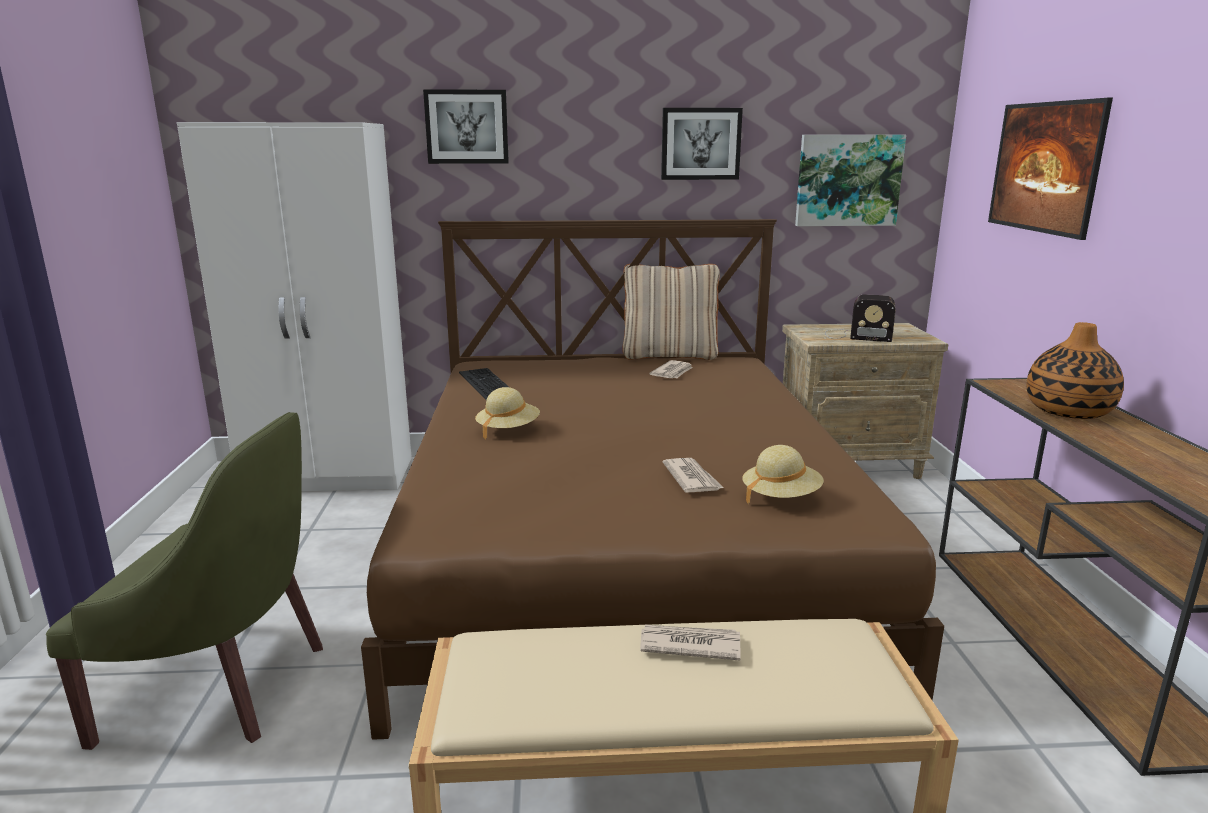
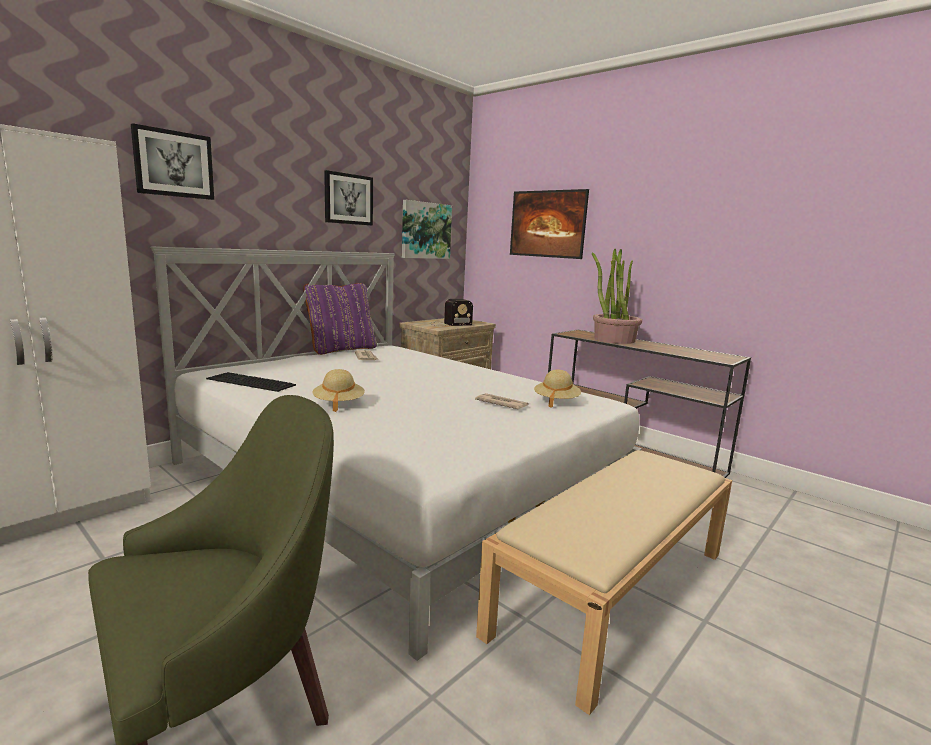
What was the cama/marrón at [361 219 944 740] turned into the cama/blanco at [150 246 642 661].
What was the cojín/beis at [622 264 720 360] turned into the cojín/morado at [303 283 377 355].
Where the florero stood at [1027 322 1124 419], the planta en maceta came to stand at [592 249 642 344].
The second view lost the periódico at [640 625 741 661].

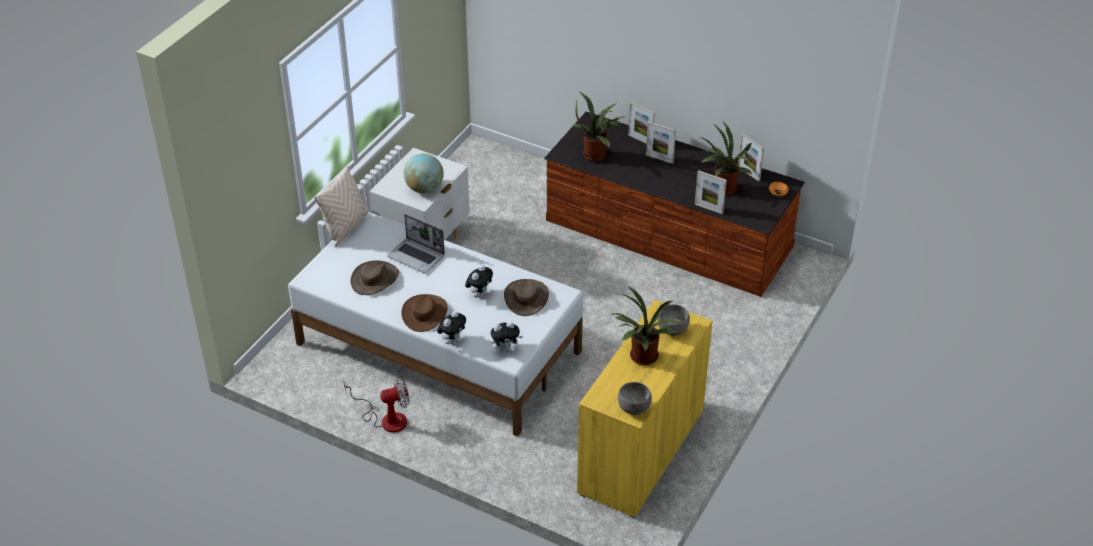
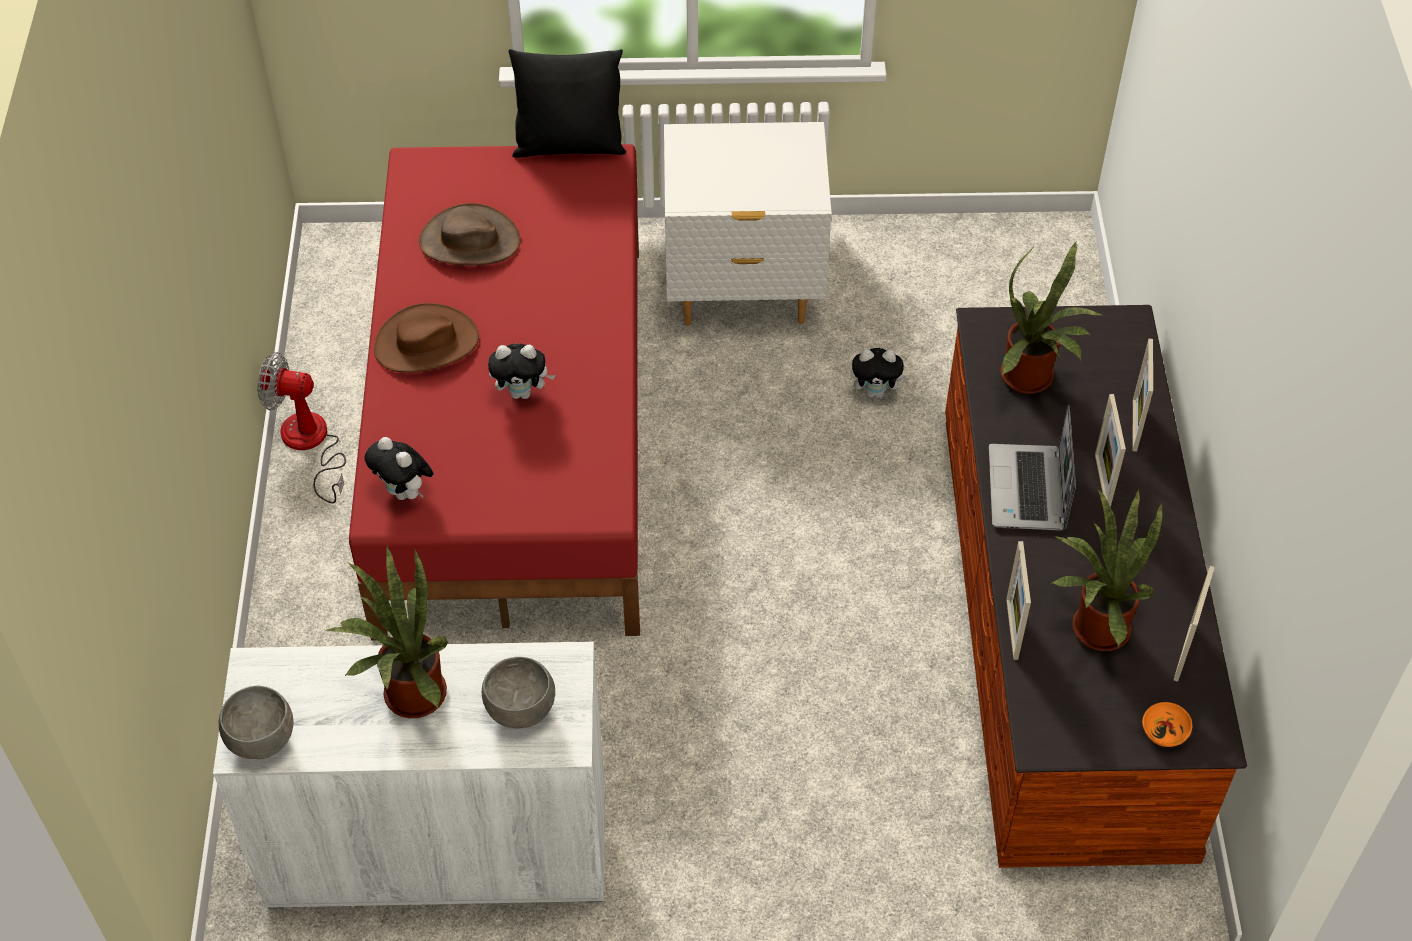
The second view lost the globo terráqueo at [404 154 444 194].
What was the cojín/beis at [314 166 369 247] turned into the cojín/negro at [509 49 626 158].
What was the cama/blanco at [288 212 583 437] turned into the cama/rojo at [349 144 640 641].
The portátil ended up elsewhere, having gone from [387 214 445 273] to [989 405 1076 531].
The second view lost the sombrero/marrón at [504 279 549 316].
What was the armario/amarillo at [577 299 713 518] turned into the armario/blanco at [213 642 605 908].
The peluche ended up elsewhere, having gone from [437 311 466 345] to [851 348 909 398].
The ventilador at [344 377 410 433] ended up facing another way, 150 degrees clockwise from before.

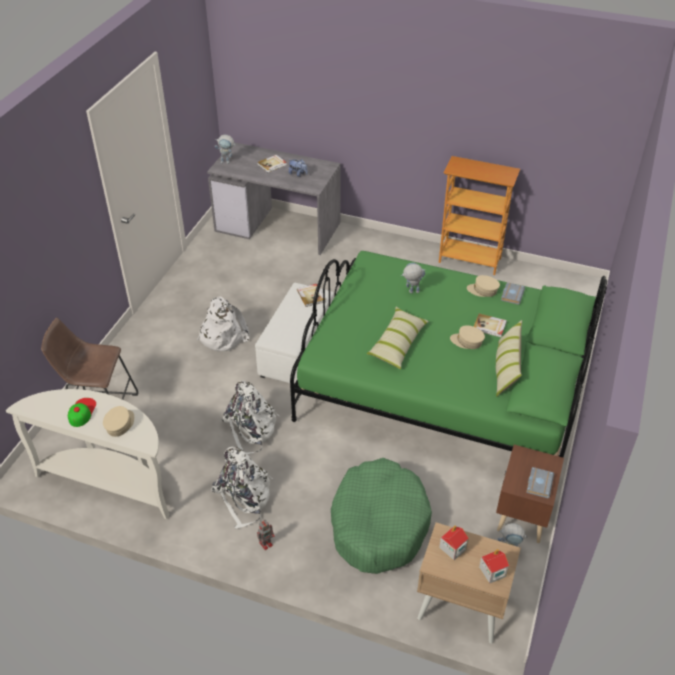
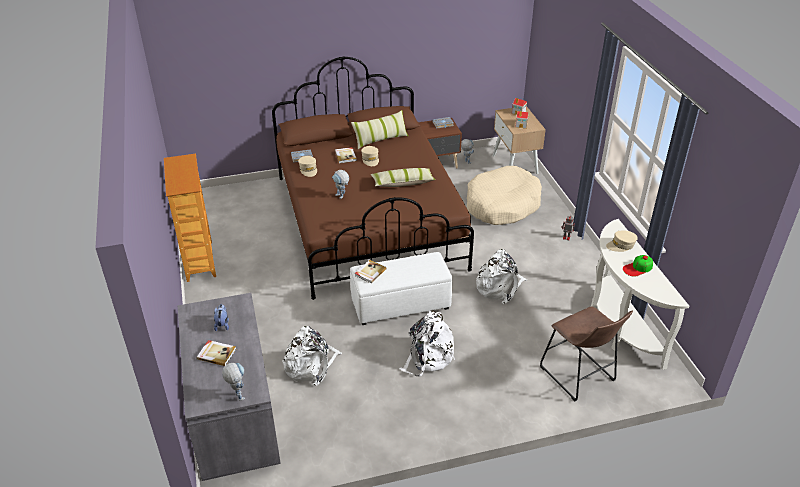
What was the cama/verde at [290 251 607 458] turned into the cama/marrón at [272 57 474 300].
The mochila/blanco ended up elsewhere, having gone from [212 447 273 529] to [282 326 342 386].
What was the cama para perro/verde at [331 458 432 574] turned into the cama para perro/beis at [467 166 542 225].

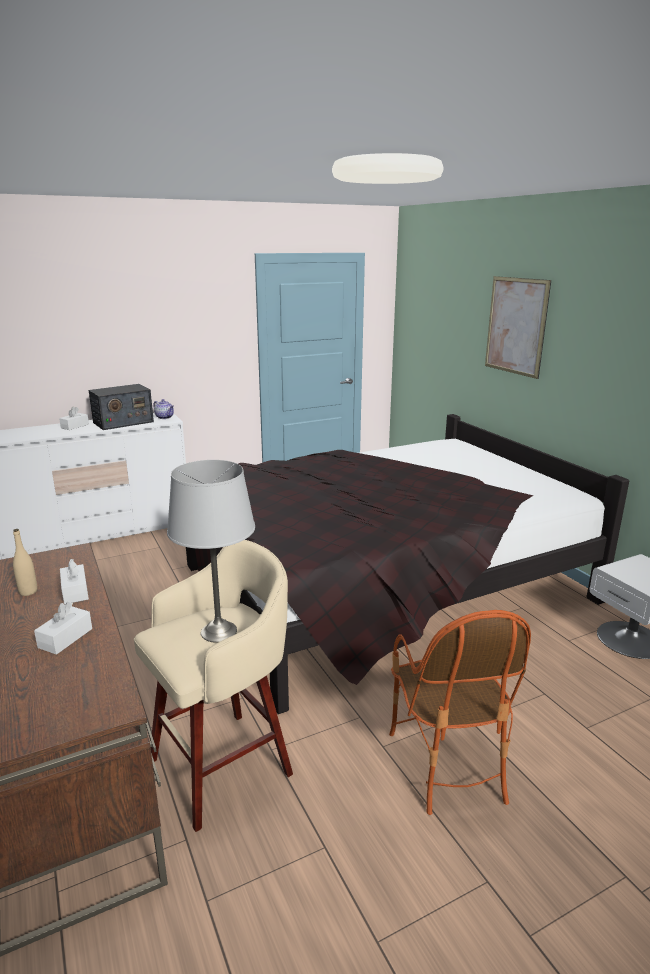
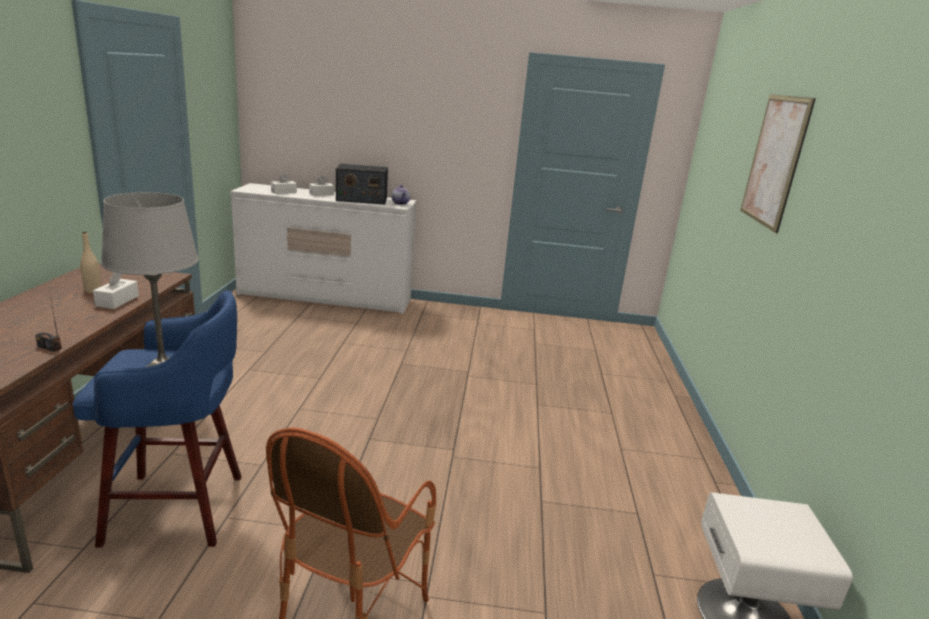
The second view lost the cama/negro at [186 414 629 714].
What was the taburete/beis at [134 540 293 832] turned into the taburete/azul at [73 290 241 547].
The caja de pañuelos/blanco ended up elsewhere, having gone from [34 602 92 655] to [271 173 297 194].
The second view gained the radio at [35 290 62 352].

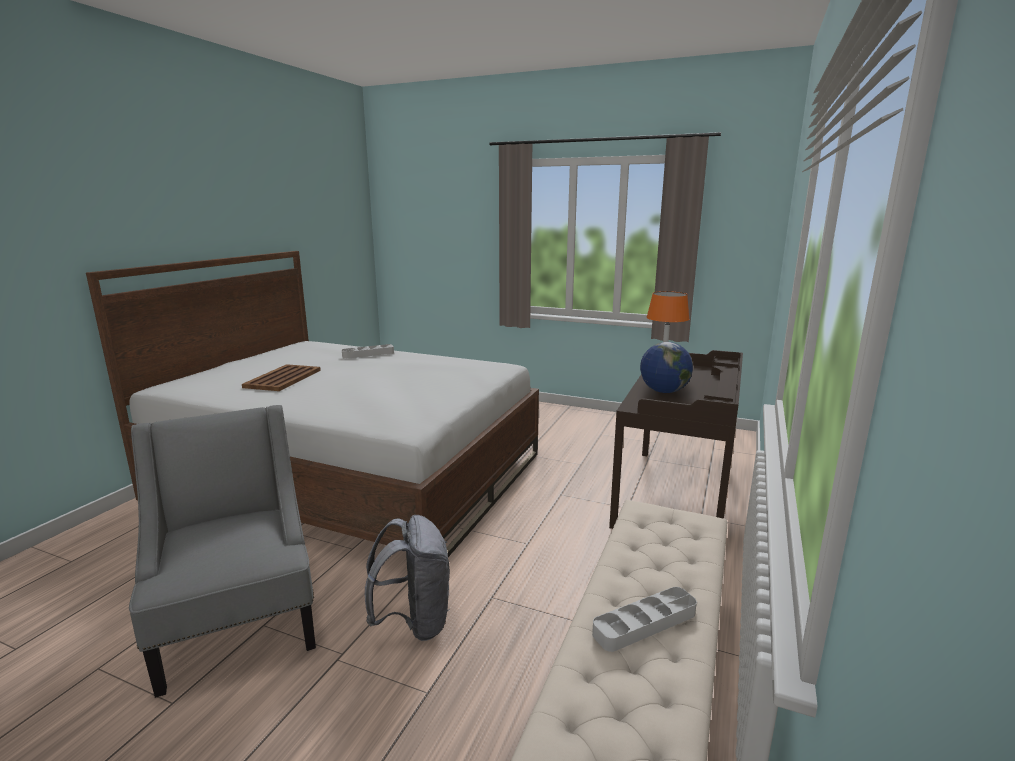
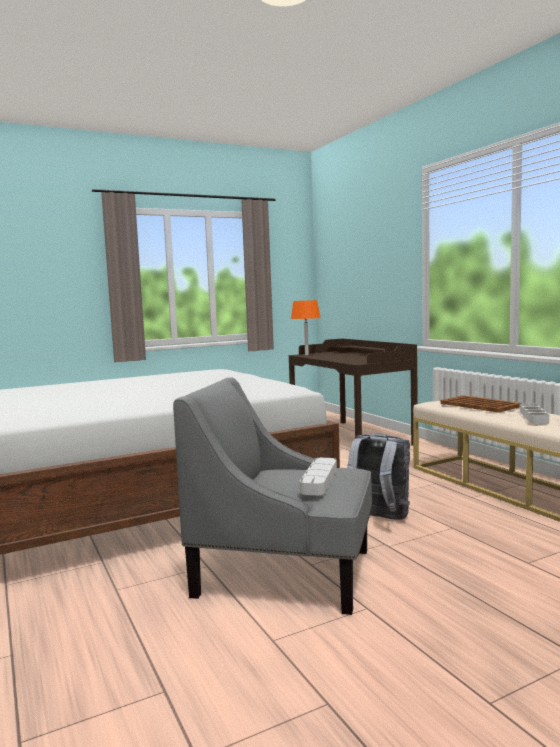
The second view lost the globo terráqueo at [640 342 693 393].
The bandeja/gris ended up elsewhere, having gone from [342 344 394 359] to [300 458 337 495].
The bandeja/marrón ended up elsewhere, having gone from [242 364 321 391] to [441 395 522 413].

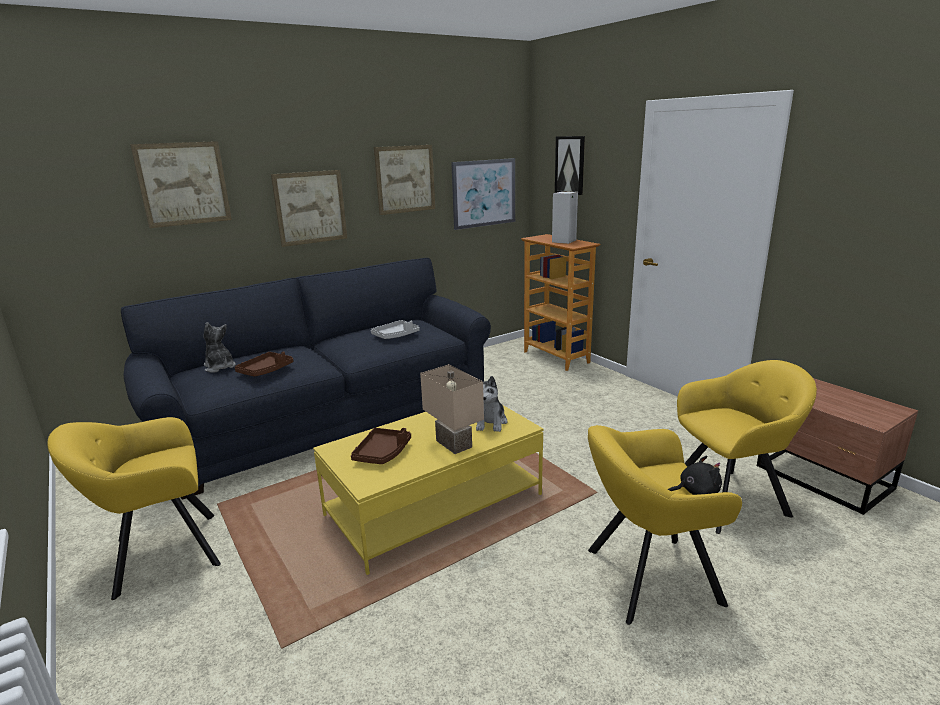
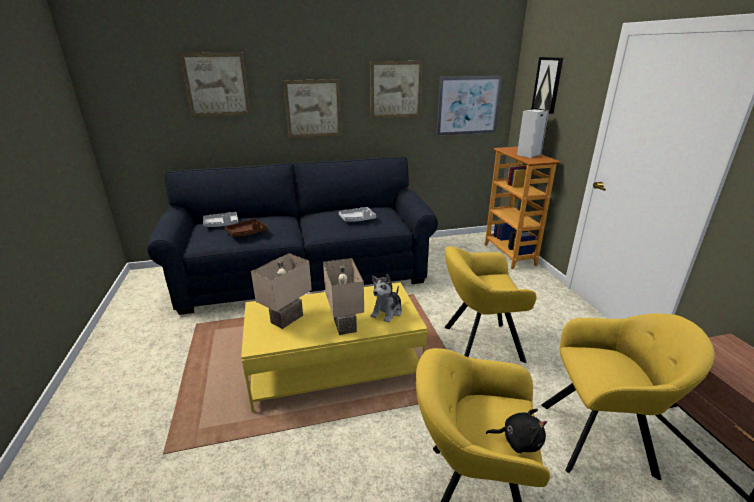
Where the peluche stood at [203 322 236 373], the bandeja/gris came to stand at [203 212 239 227].
The sillón/amarillo ended up elsewhere, having gone from [47 417 221 600] to [445 246 537 363].
Where the bandeja/marrón stood at [351 428 411 464], the lámpara de mesa/beis came to stand at [251 253 312 329].

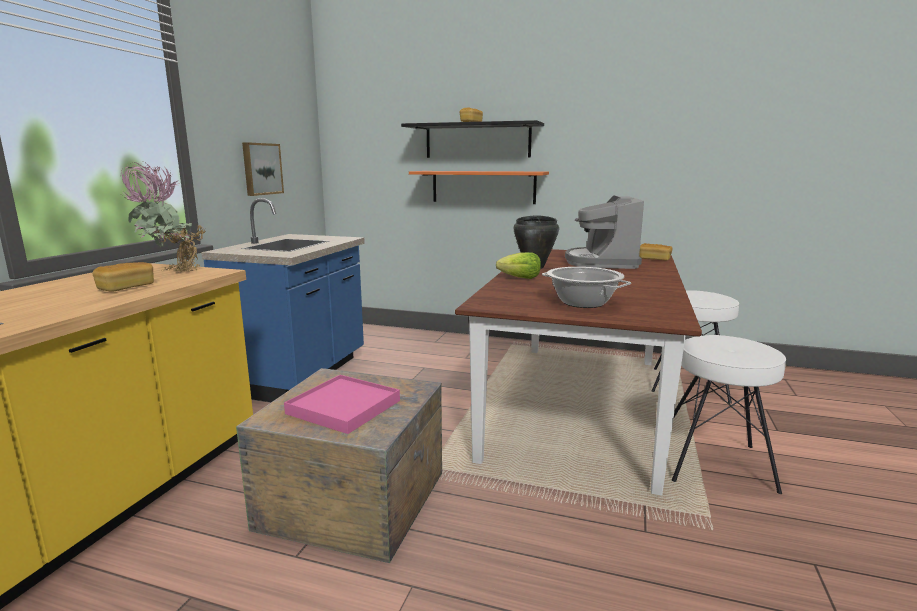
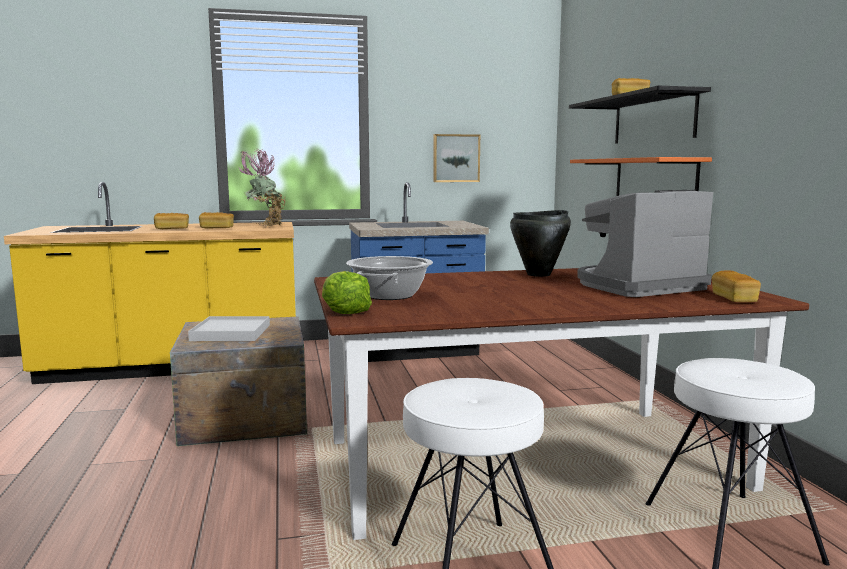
The lechuga ended up elsewhere, having gone from [496 252 541 279] to [322 271 372 314].
What was the bandeja/rosa at [284 375 400 434] turned into the bandeja/blanco at [188 316 270 341].
The second view gained the pan at [154 213 189 229].

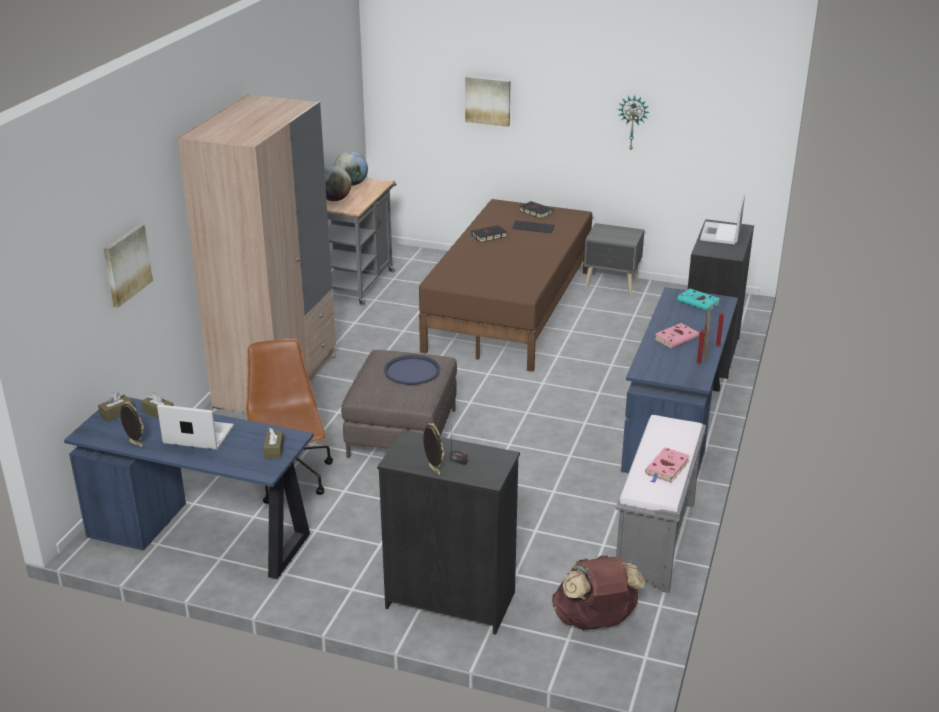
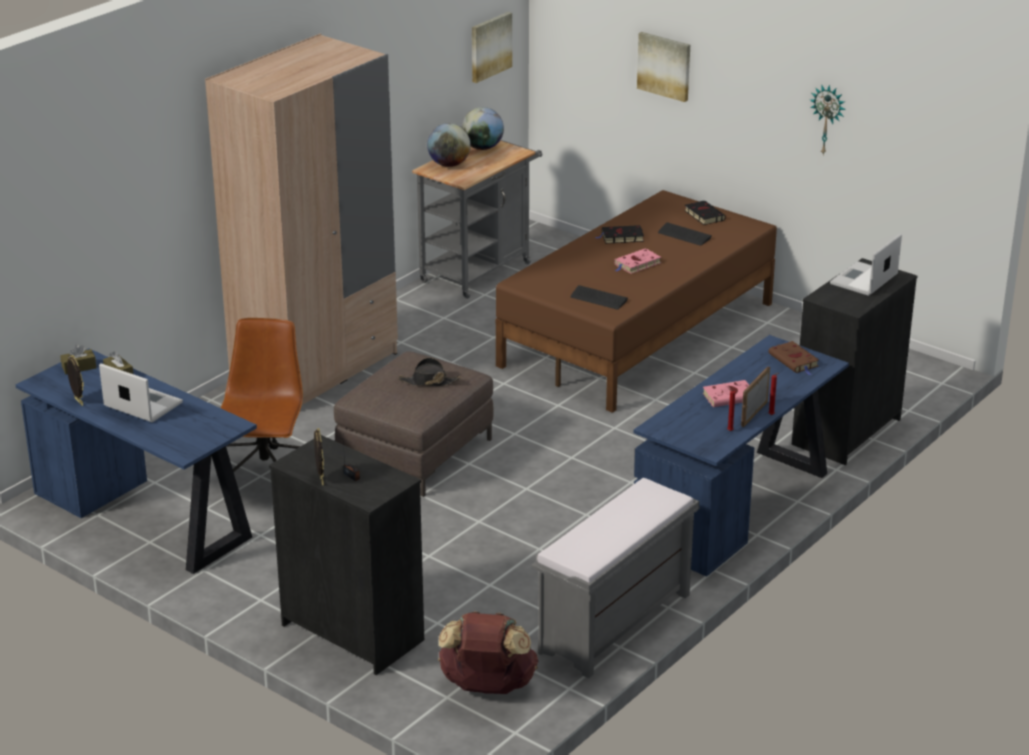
The second view lost the mesita de noche/gris at [584 223 645 295].
The cuadro ended up elsewhere, having gone from [104 224 153 308] to [472 12 512 83].
What was the libro/turquesa at [677 288 720 312] turned into the libro/marrón at [769 341 819 375].
Where the bandeja/azul stood at [384 355 440 385], the sombrero/negro came to stand at [398 358 461 386].
The second view lost the caja de pañuelos/marrón at [263 428 284 459].
The libro/rosa ended up elsewhere, having gone from [645 447 690 483] to [614 248 661 274].
The second view gained the teclado at [570 285 628 310].

